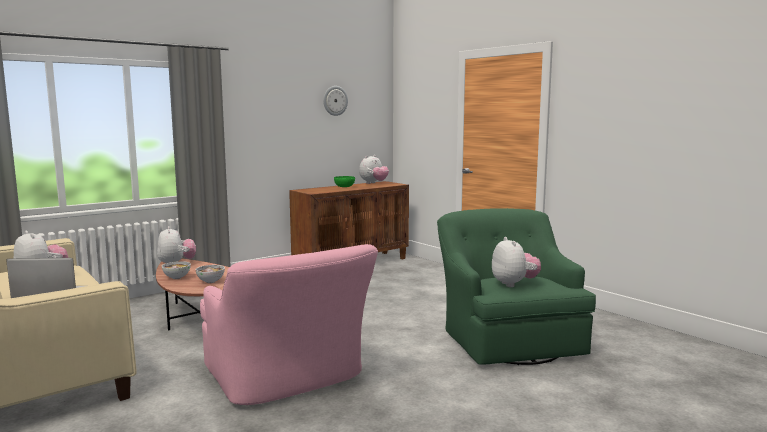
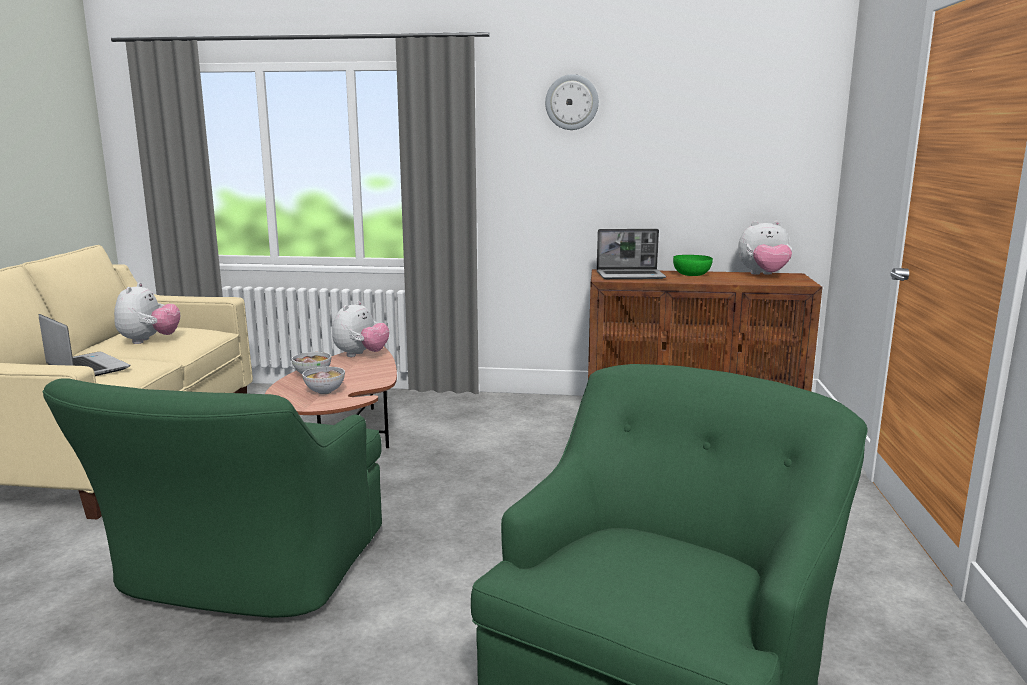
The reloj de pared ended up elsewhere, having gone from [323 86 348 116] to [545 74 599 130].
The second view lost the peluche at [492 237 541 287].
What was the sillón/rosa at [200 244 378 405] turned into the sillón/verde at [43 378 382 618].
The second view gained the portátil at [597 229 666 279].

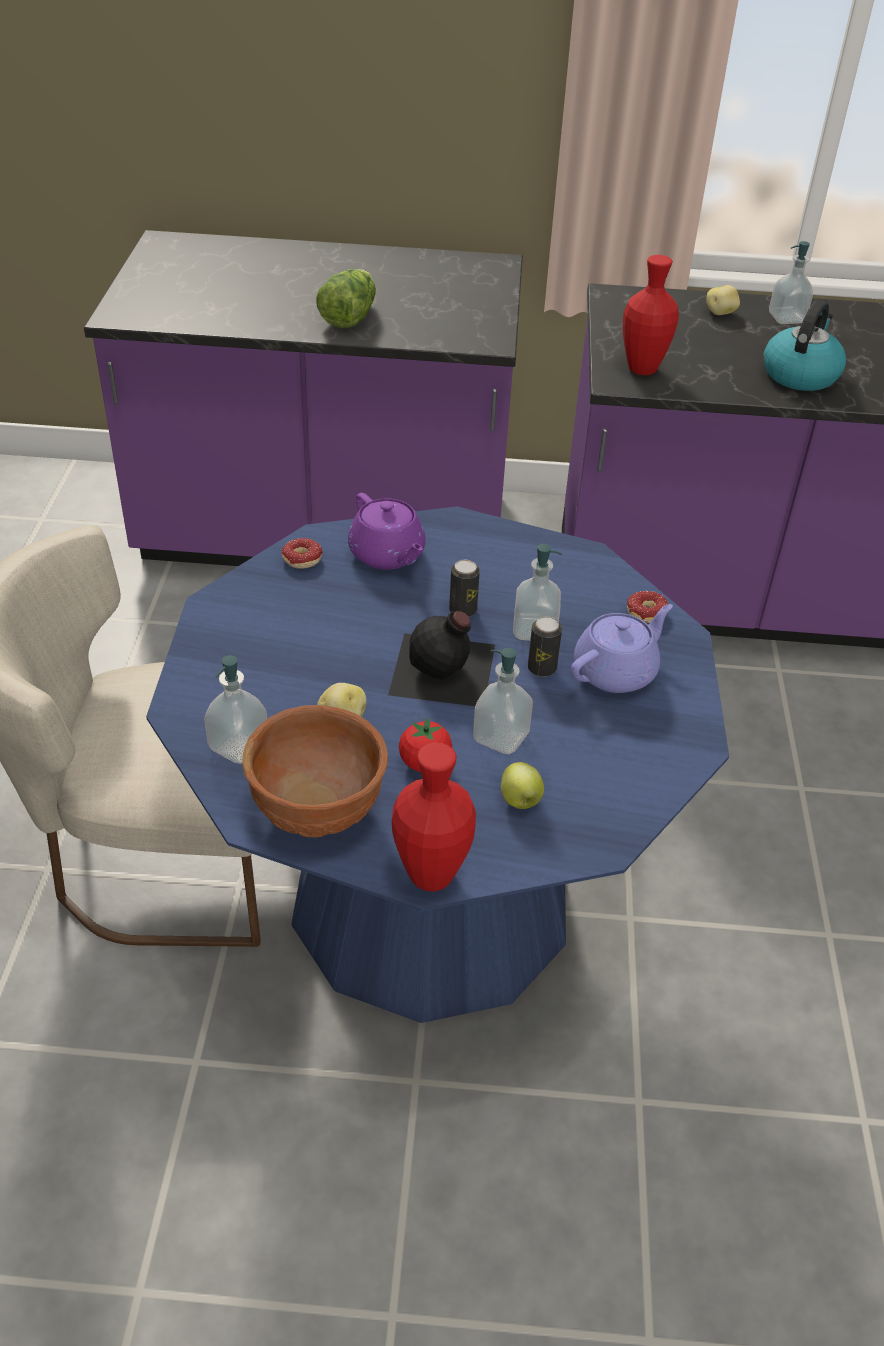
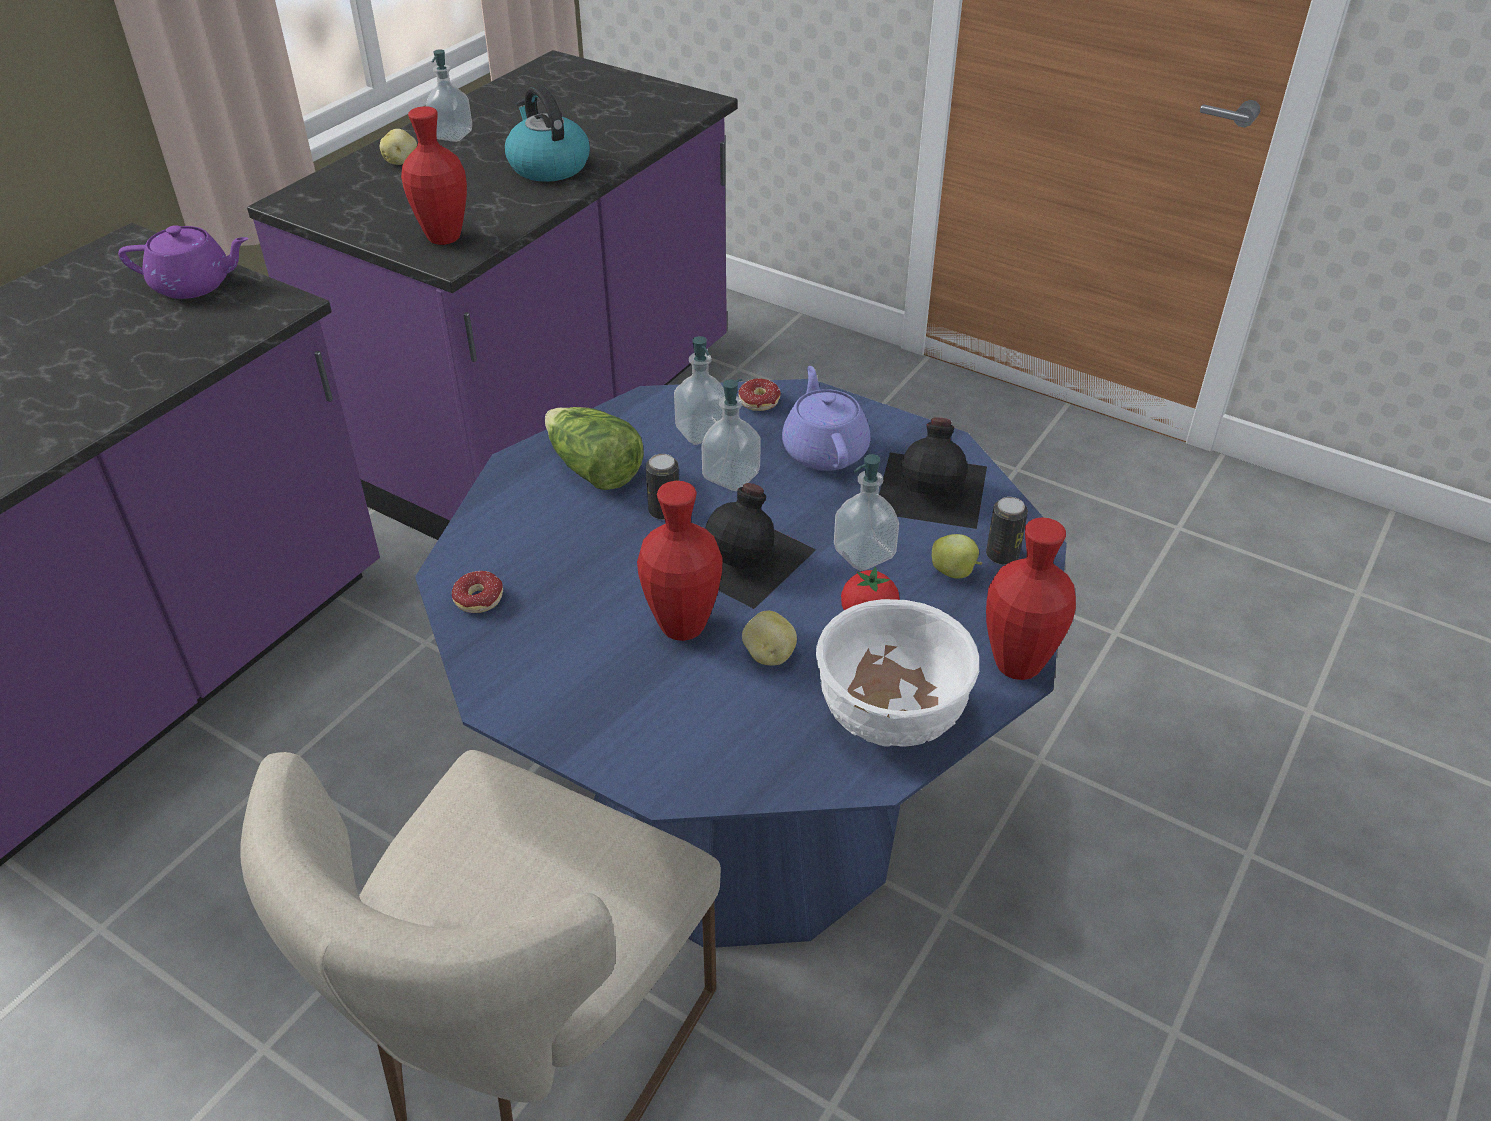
The lechuga ended up elsewhere, having gone from [316 269 376 328] to [545 407 644 490].
The tetera/morado ended up elsewhere, having gone from [348 493 425 570] to [118 225 249 299].
The lata ended up elsewhere, having gone from [528 617 562 677] to [986 497 1028 565].
The dispensador de jabón ended up elsewhere, having gone from [204 655 267 764] to [674 336 725 445].
What was the cuenco/marrón at [242 705 388 837] turned into the cuenco/blanco at [816 599 979 747].
The second view gained the botella/negro at [879 417 987 529].
The second view gained the florero/rojo at [637 481 722 641].

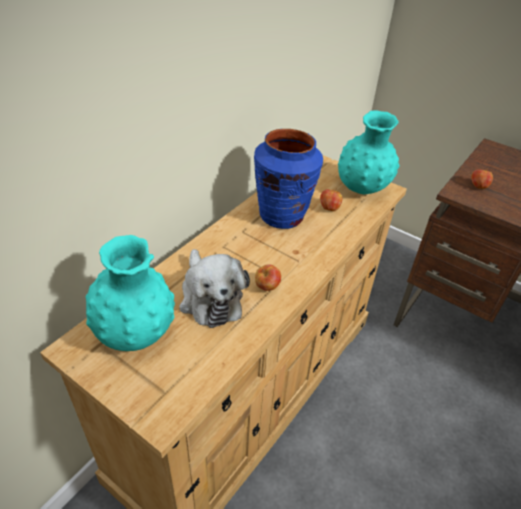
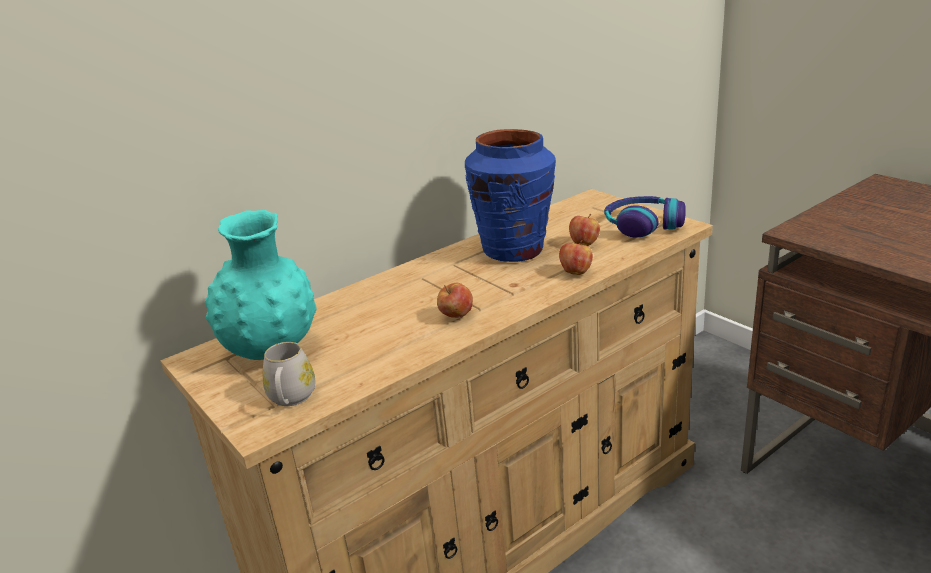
Where the florero/turquesa stood at [338 110 399 194], the auriculares came to stand at [604 196 686 237].
The manzana ended up elsewhere, having gone from [471 168 493 189] to [559 240 593 275].
The second view lost the peluche at [179 249 250 328].
The second view gained the taza grande/blanco at [263 342 315 406].

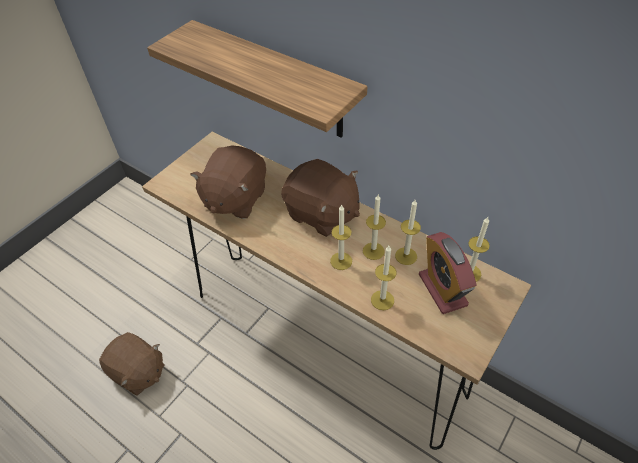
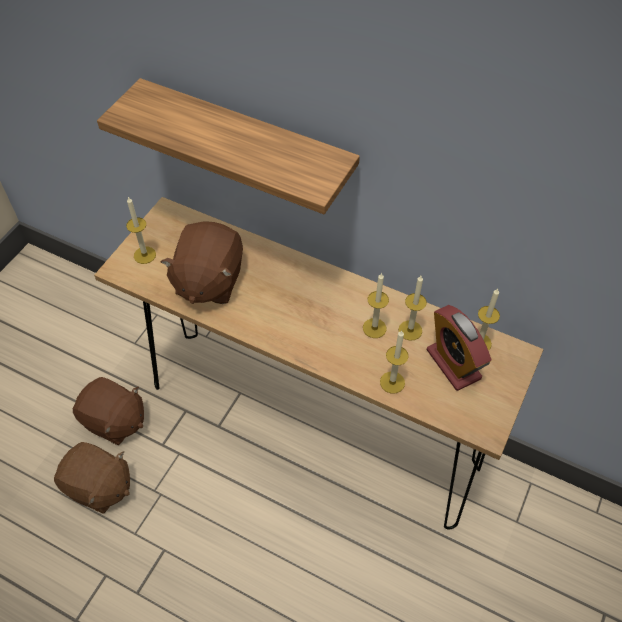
The peluche/marrón ended up elsewhere, having gone from [281 159 360 237] to [73 377 144 445].
The vela ended up elsewhere, having gone from [330 205 352 270] to [126 197 156 264].

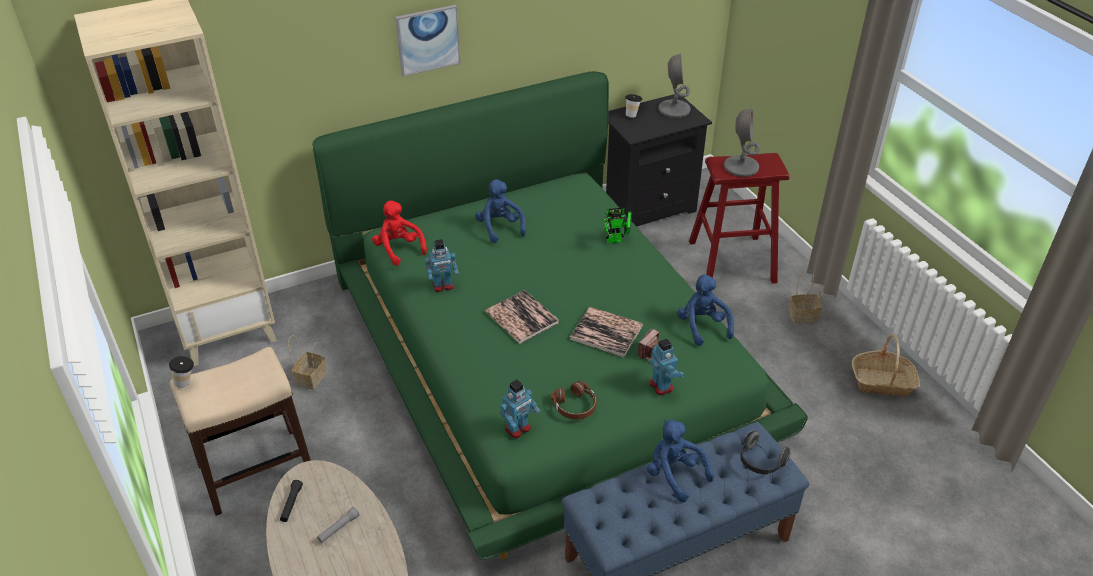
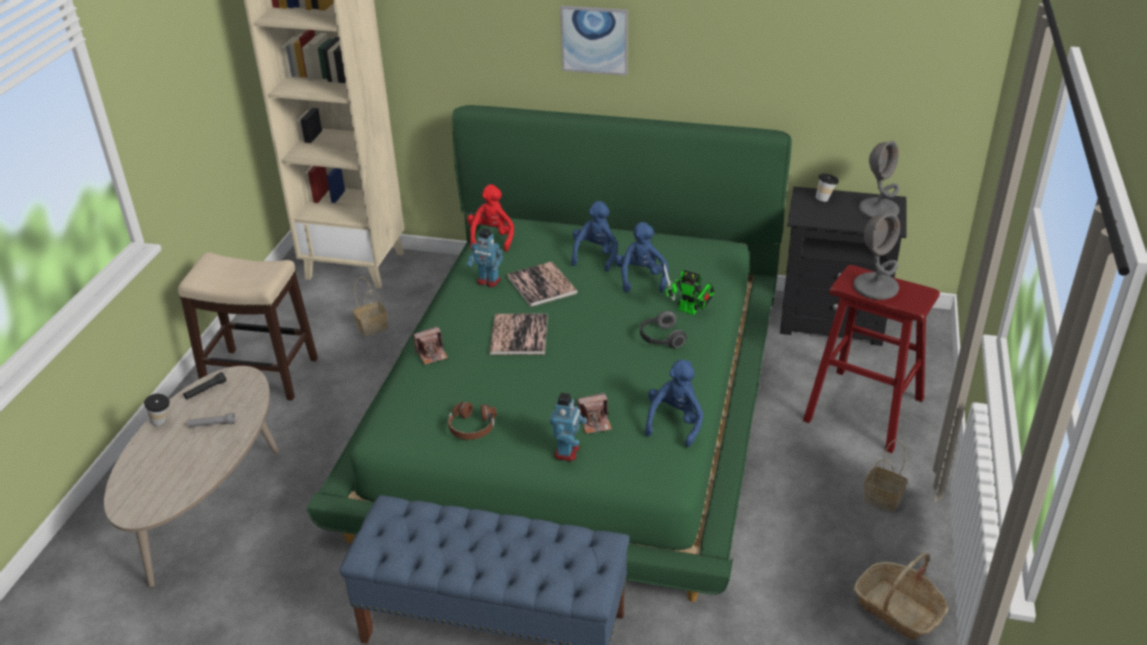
The libro ended up elsewhere, having gone from [570 307 643 357] to [507 261 578 307].
The taza ended up elsewhere, having gone from [169 356 194 388] to [144 394 170 426].
The second view lost the robot de juguete at [500 379 540 438].
The peluche/azul ended up elsewhere, having gone from [647 419 714 502] to [614 222 669 292].
The auriculares ended up elsewhere, having gone from [740 430 791 474] to [640 311 687 349].
The second view gained the cámara at [413 326 448 365].

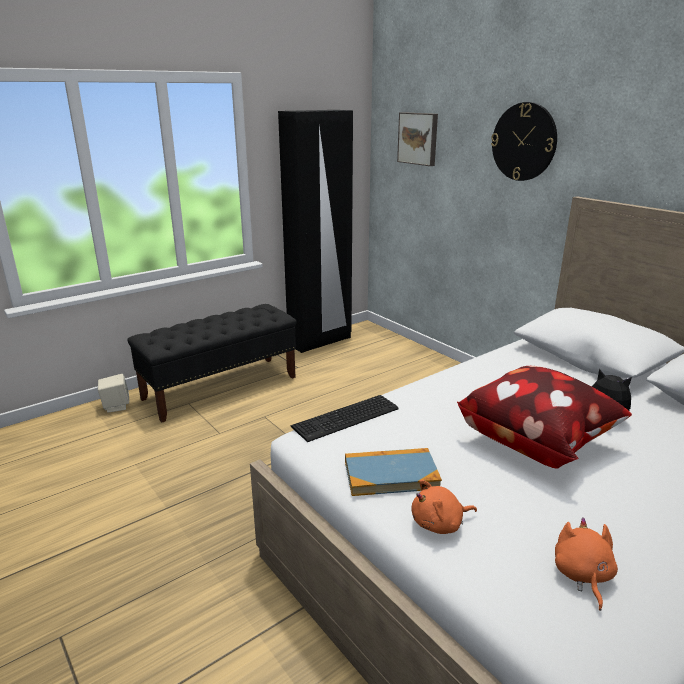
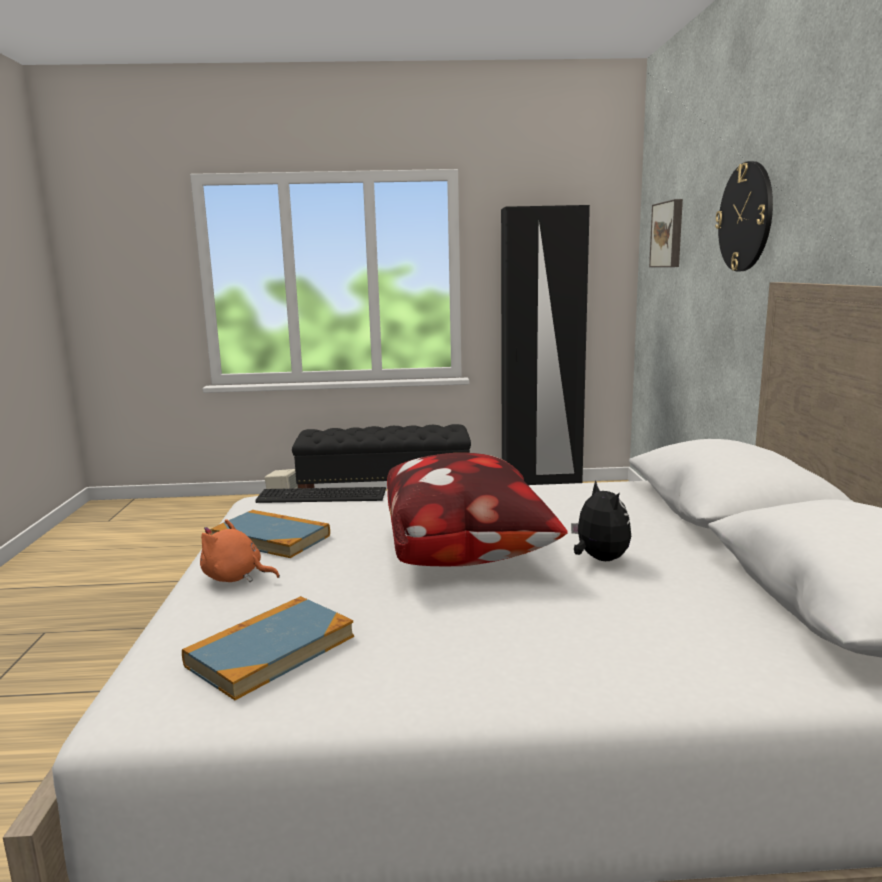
Where the peluche/naranja stood at [555 517 618 611], the libro came to stand at [182 596 354 700].

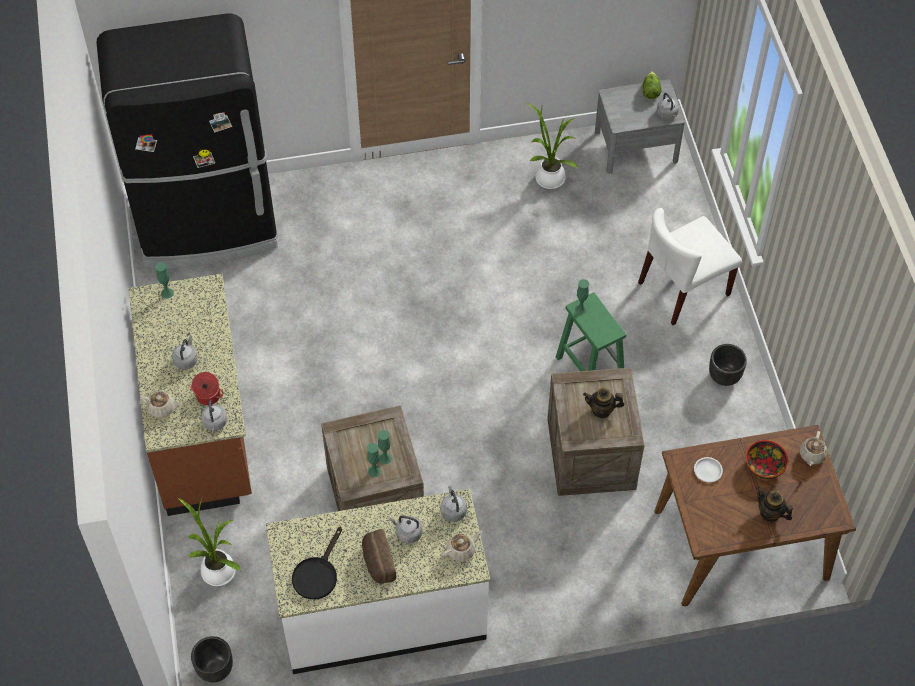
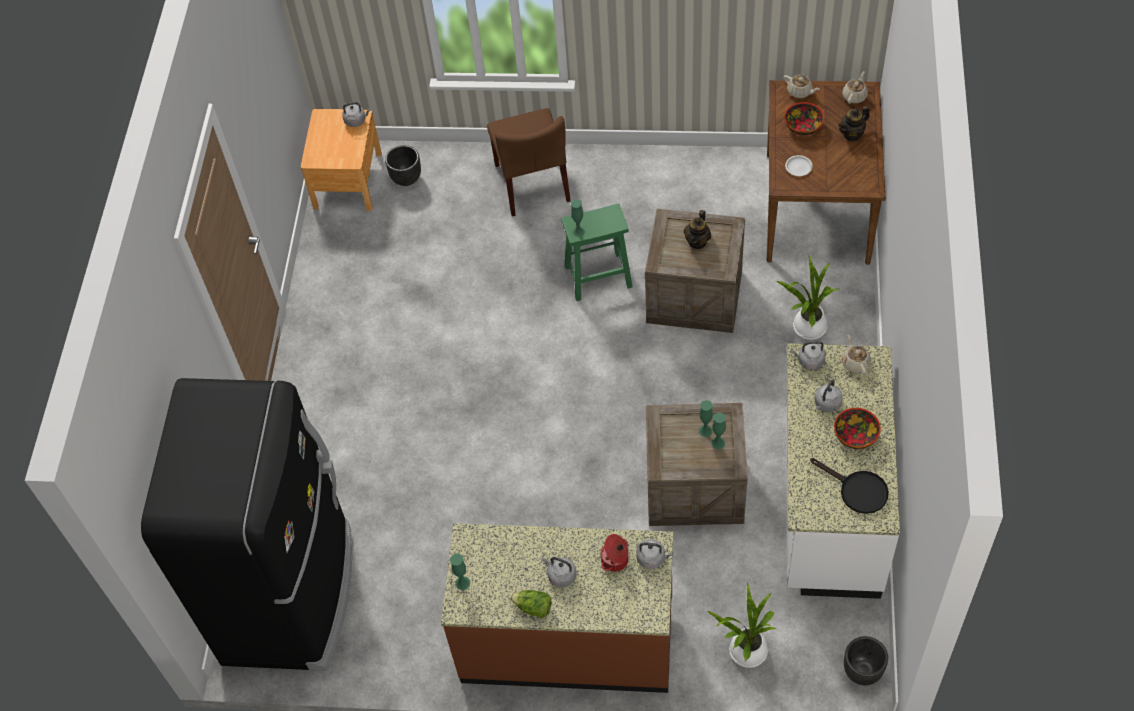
The lechuga ended up elsewhere, having gone from [643 72 661 99] to [510 590 551 618].
What was the mesita de noche/gris at [595 80 685 174] turned into the mesita de noche/marrón at [301 109 382 211].
The planta en maceta ended up elsewhere, having gone from [527 103 577 189] to [777 255 839 340].
What was the silla/blanco at [638 208 742 325] turned into the silla/marrón at [487 108 571 216].
The maceta/negro ended up elsewhere, having gone from [709 344 747 386] to [385 145 421 186].
The tetera/beis ended up elsewhere, having gone from [140 391 182 417] to [842 71 868 104].
Where the pan stood at [362 529 396 584], the cuenco came to stand at [834 408 881 449].

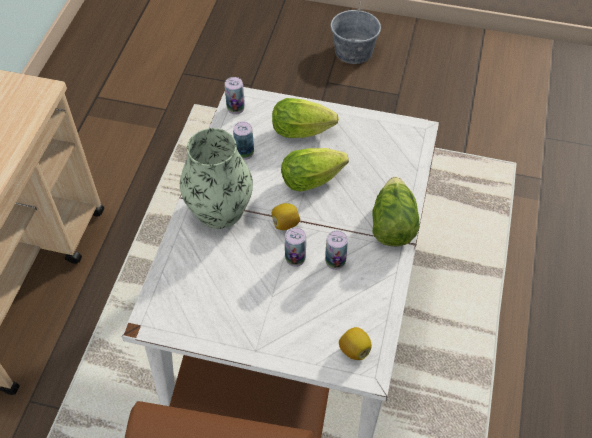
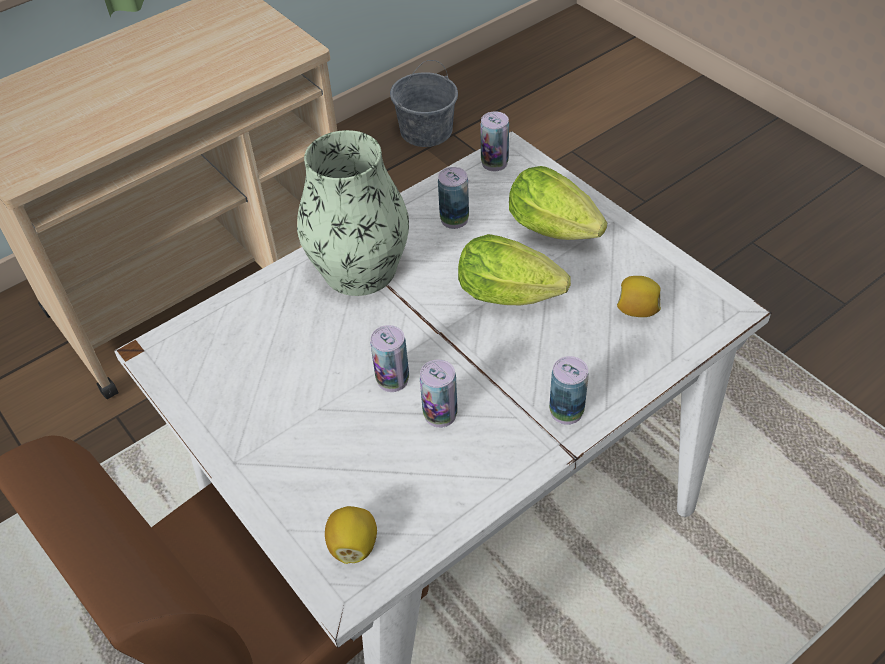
The cubo/gris ended up elsewhere, having gone from [330 4 381 64] to [390 60 458 147].
Where the lechuga stood at [372 177 419 246], the lata came to stand at [549 356 589 425].
The limón ended up elsewhere, having gone from [272 203 300 230] to [617 276 661 317].

